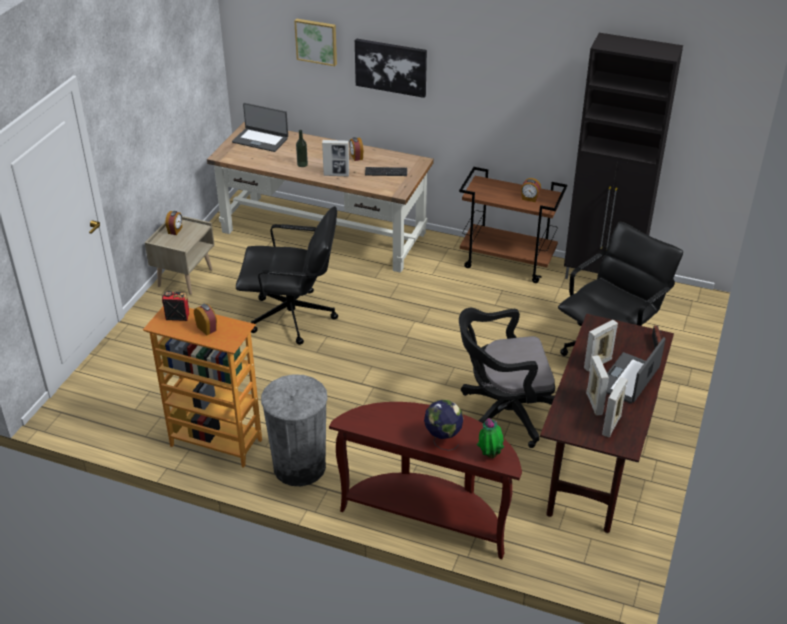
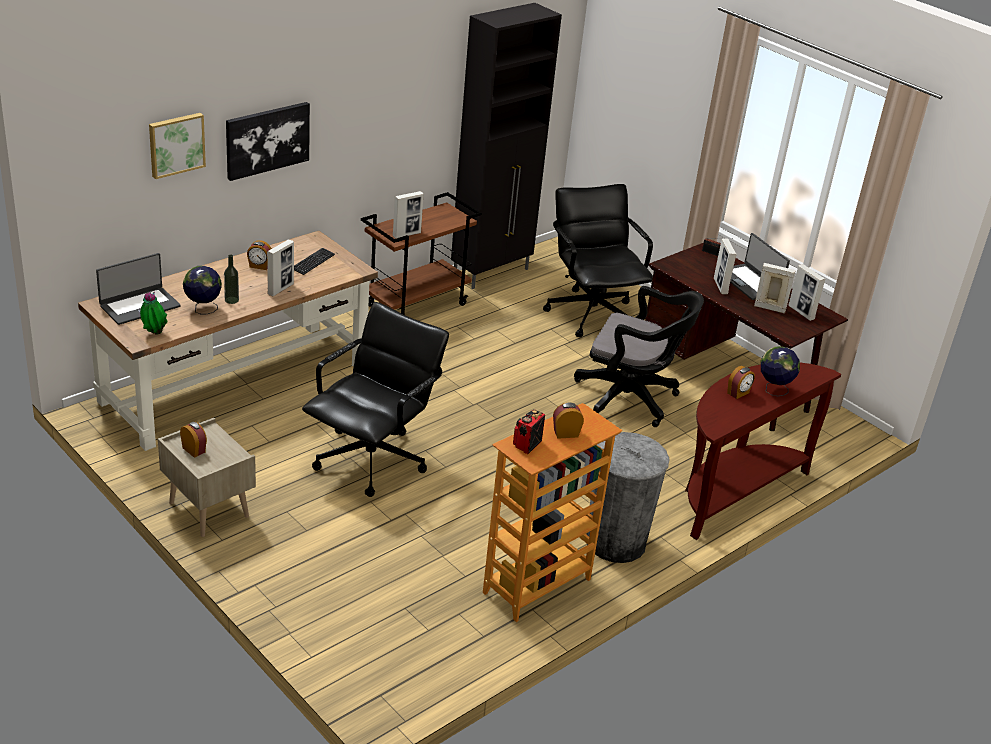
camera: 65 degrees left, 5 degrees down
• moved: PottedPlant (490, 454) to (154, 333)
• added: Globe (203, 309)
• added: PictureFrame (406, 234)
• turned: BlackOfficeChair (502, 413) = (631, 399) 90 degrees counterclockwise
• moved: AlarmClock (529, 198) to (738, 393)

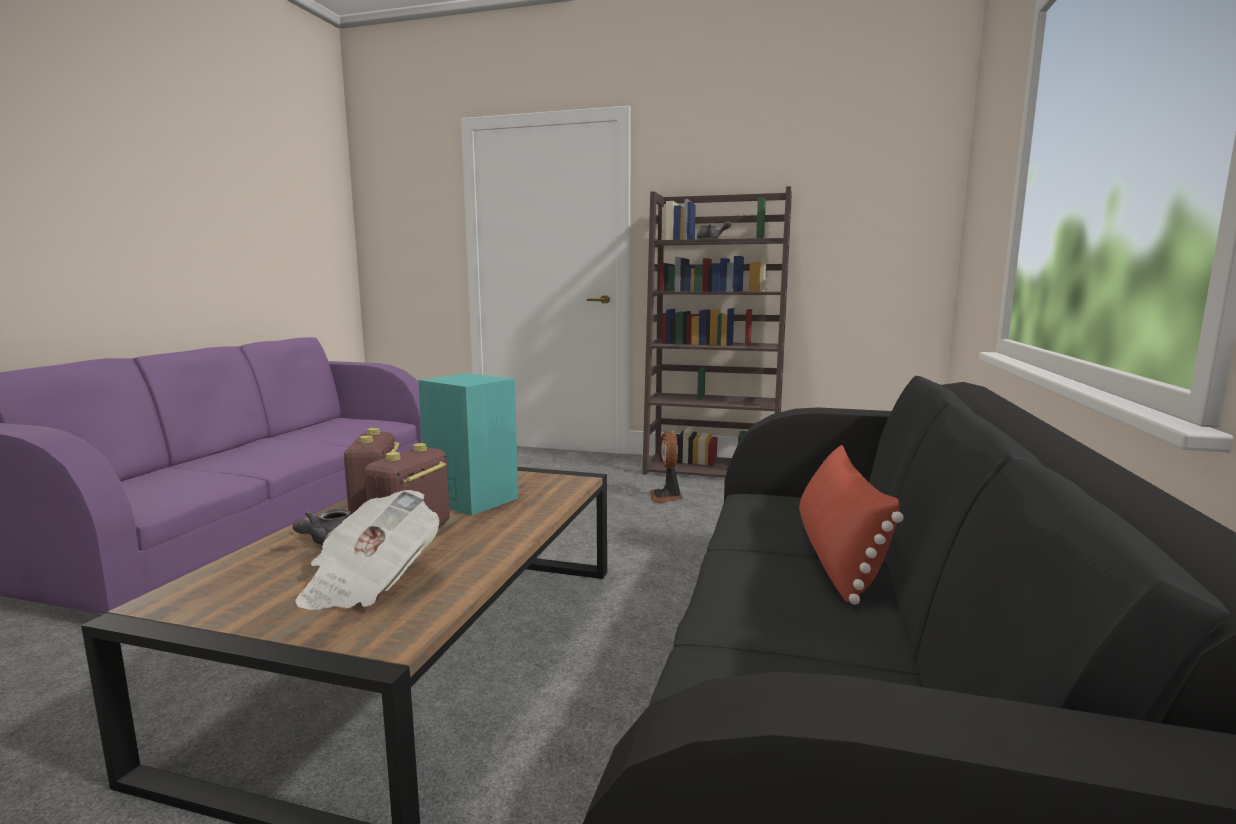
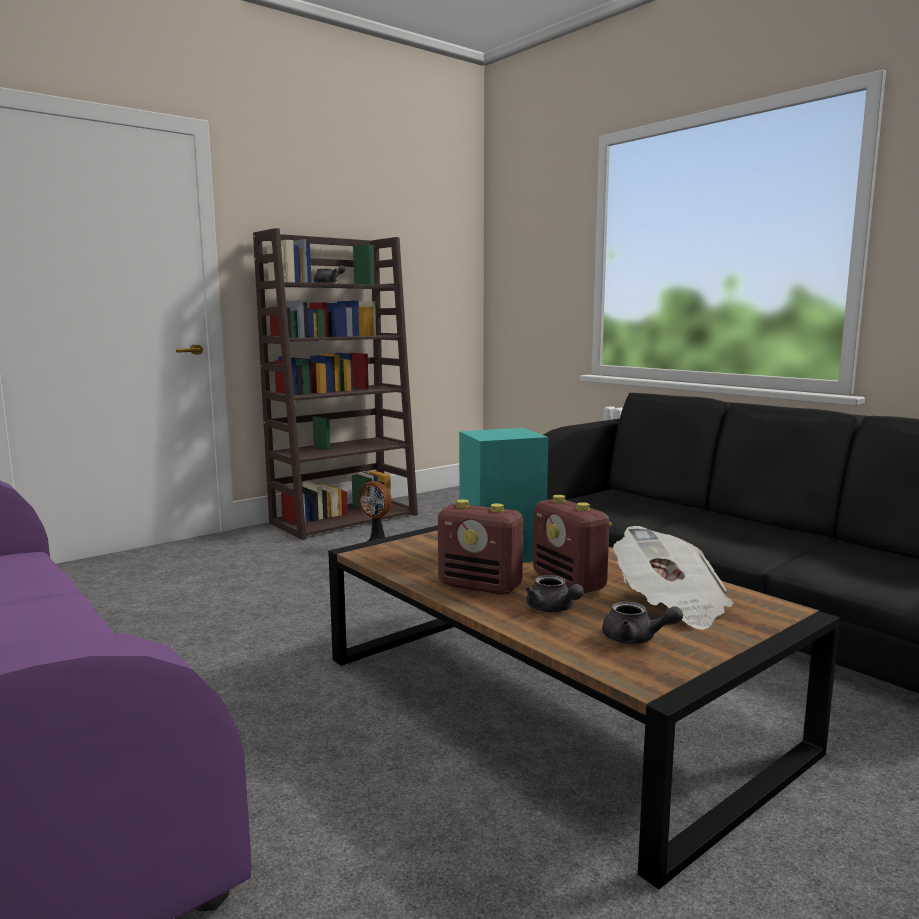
camera: 55 degrees left, 0 degrees up
• added: GreyTeapot (636, 639)
• removed: RedPillow (837, 555)

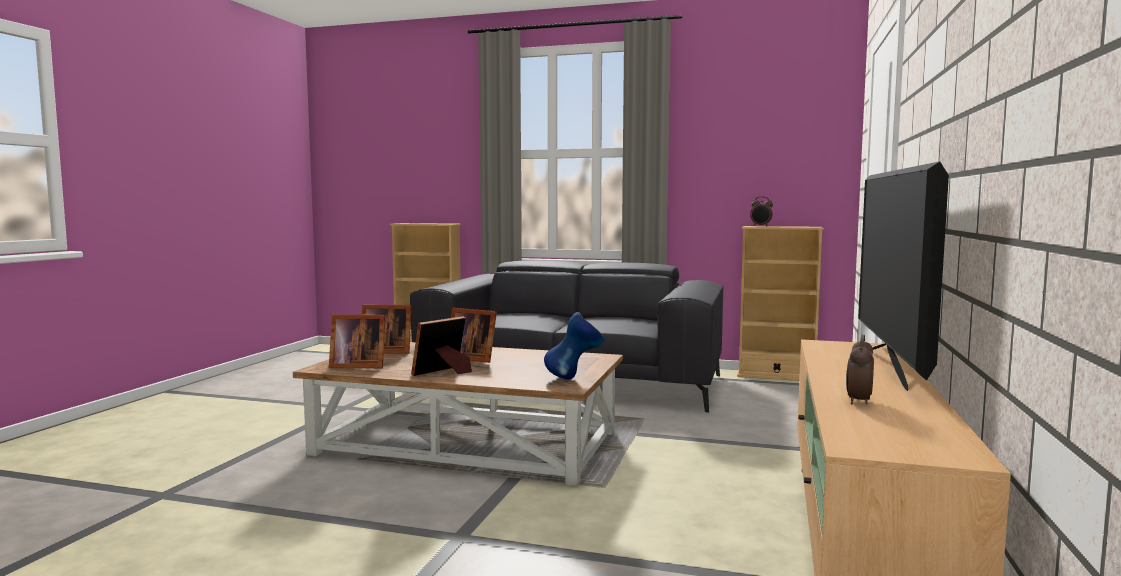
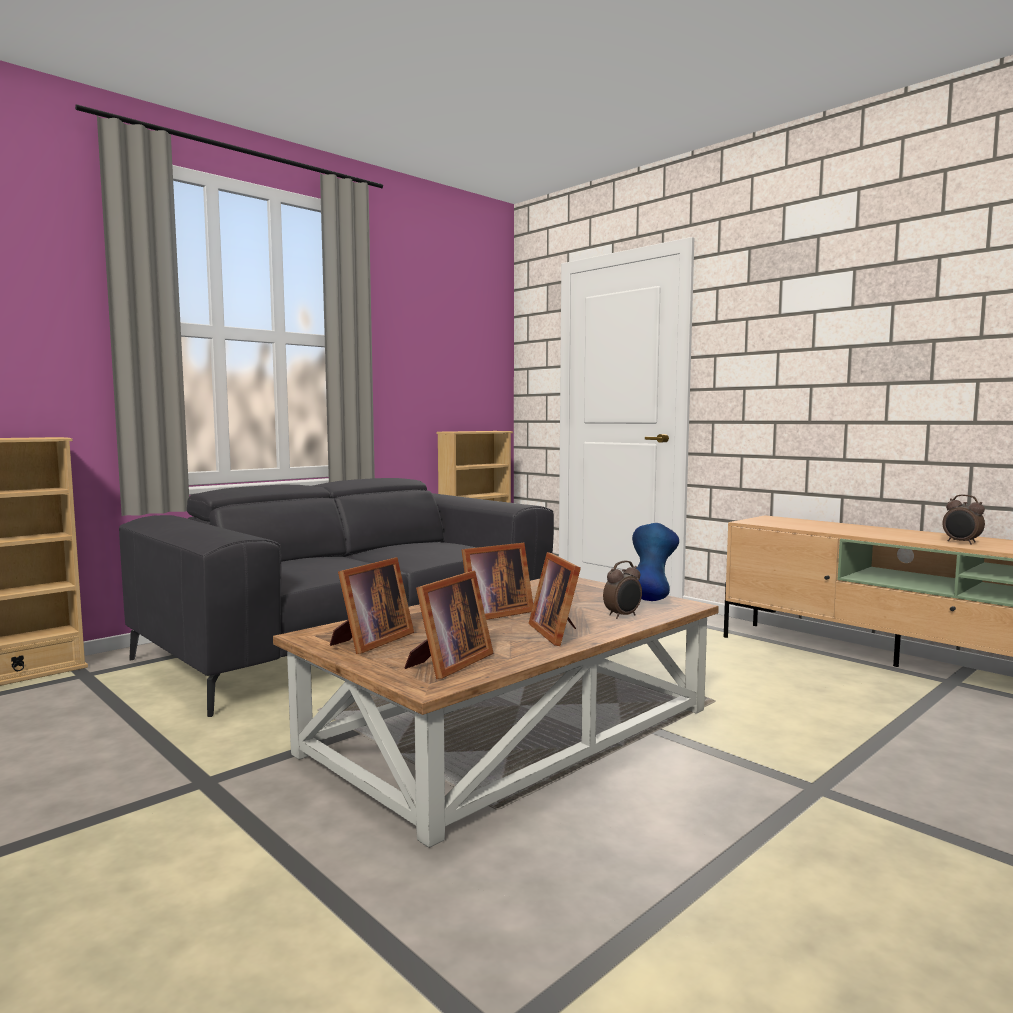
camera: 60 degrees left, 0 degrees up
• moved: AlarmClock (760, 226) to (623, 616)
• removed: Television (889, 368)

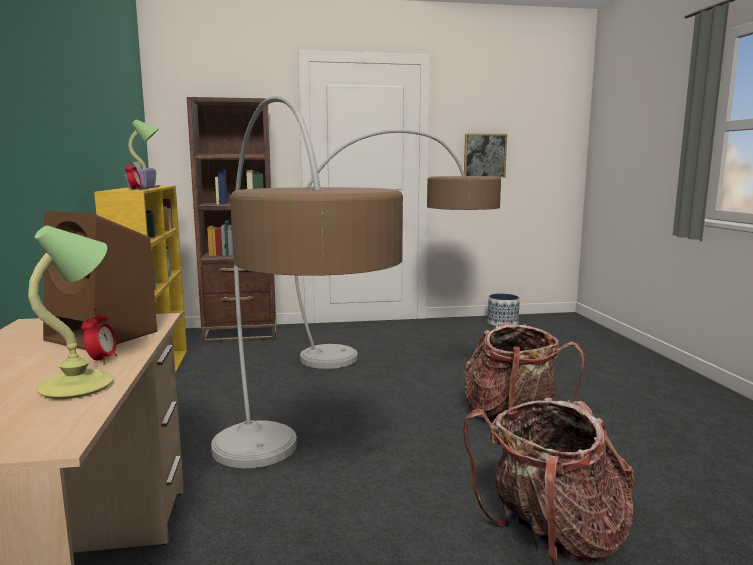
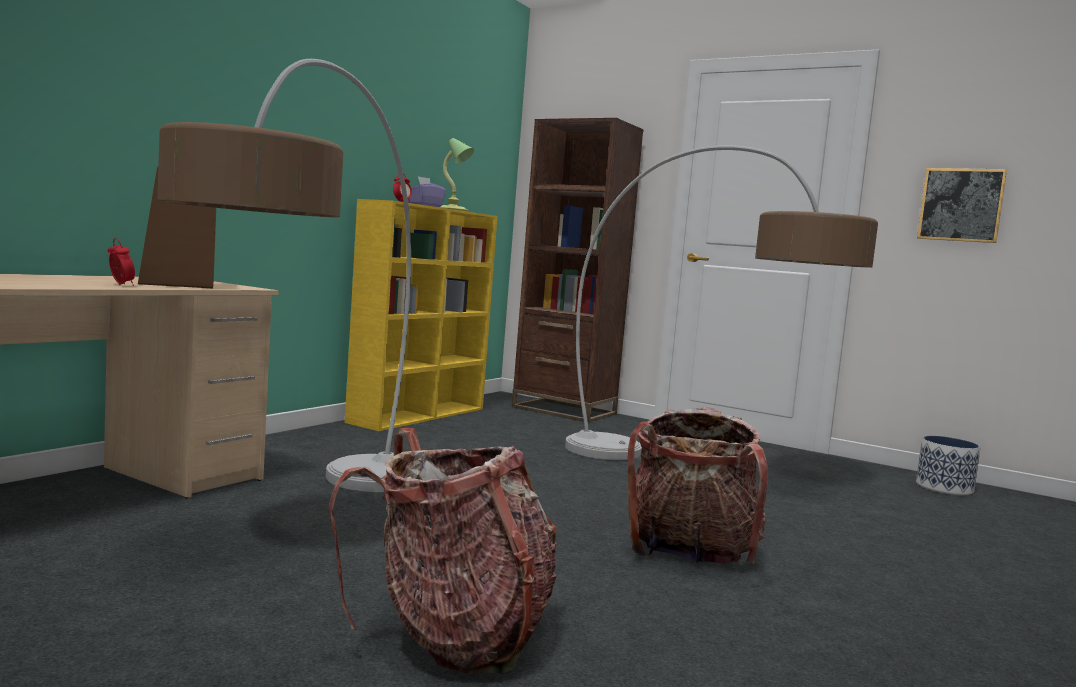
camera: 40 degrees right, 5 degrees down
• turned: AlarmClock (102, 360) = (121, 285) 90 degrees counterclockwise
• removed: TableLamp (80, 386)

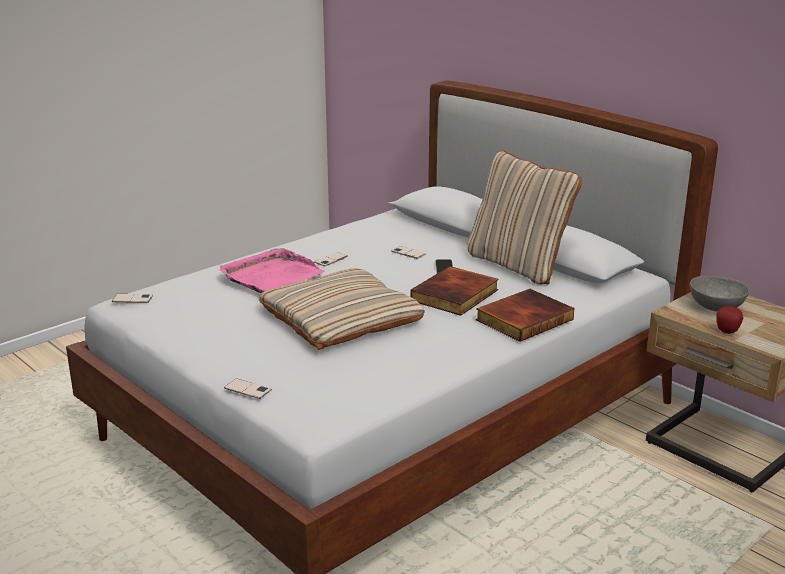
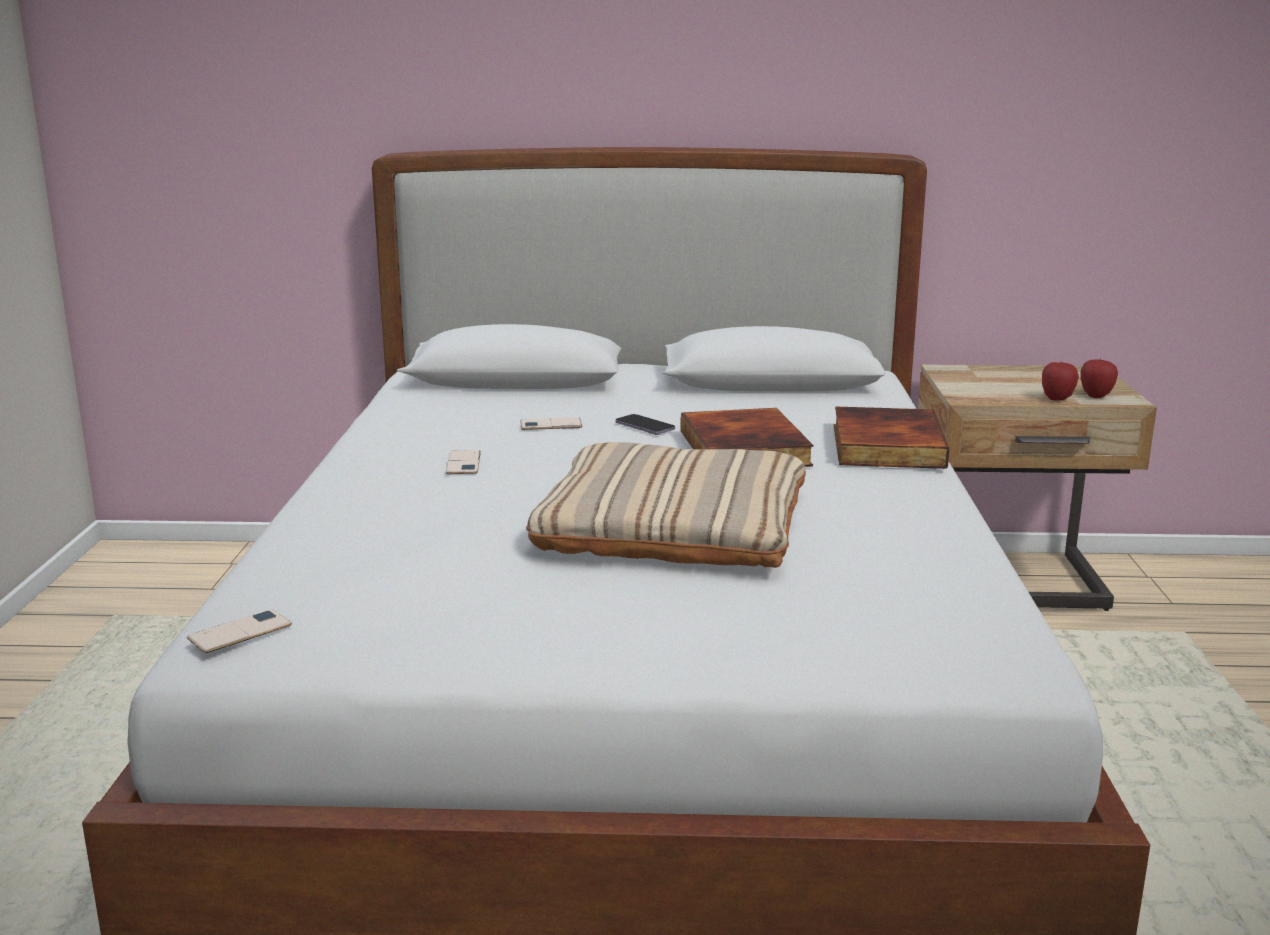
camera: 45 degrees left, 5 degrees down
• added: Apple (1096, 396)
• removed: PinkTray (271, 276)
• removed: Phone (247, 389)
• removed: BeigePillow (518, 265)
• removed: GreyBowl (715, 307)

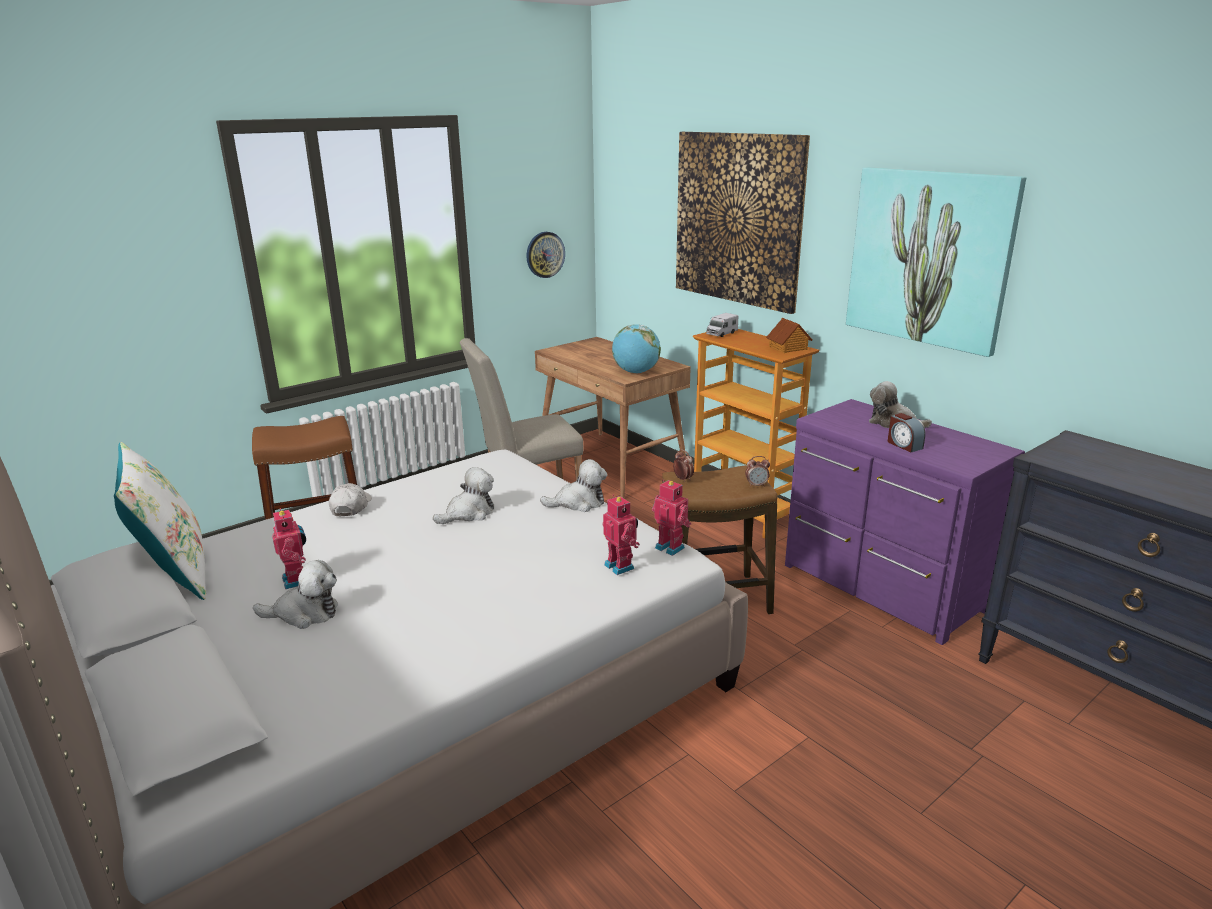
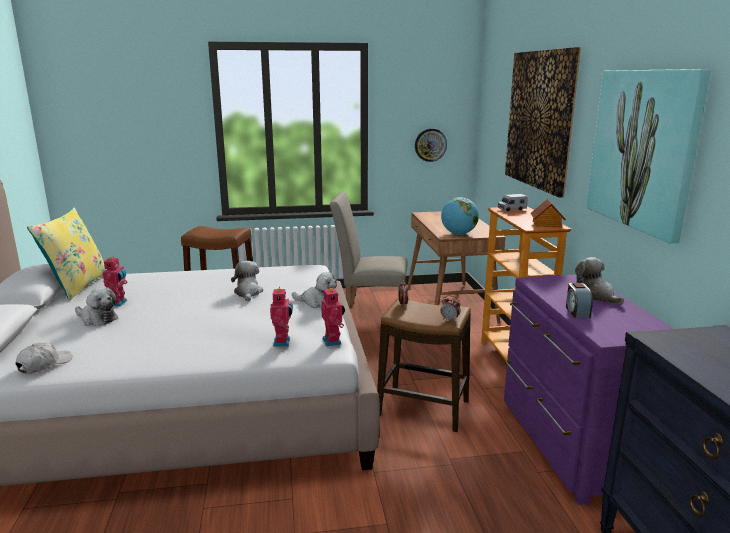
camera: 30 degrees right, 5 degrees down
• moved: WhiteCap (351, 507) to (44, 364)
• recoloured: WhitePillow (175, 573) to YellowPillow (77, 286)
• turned: PlushToy (469, 513) = (248, 293) 90 degrees counterclockwise

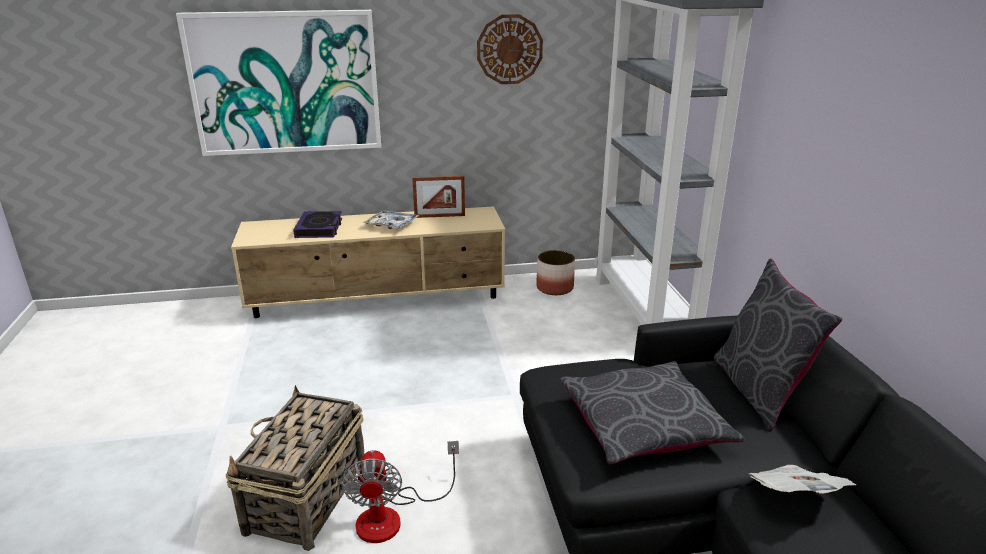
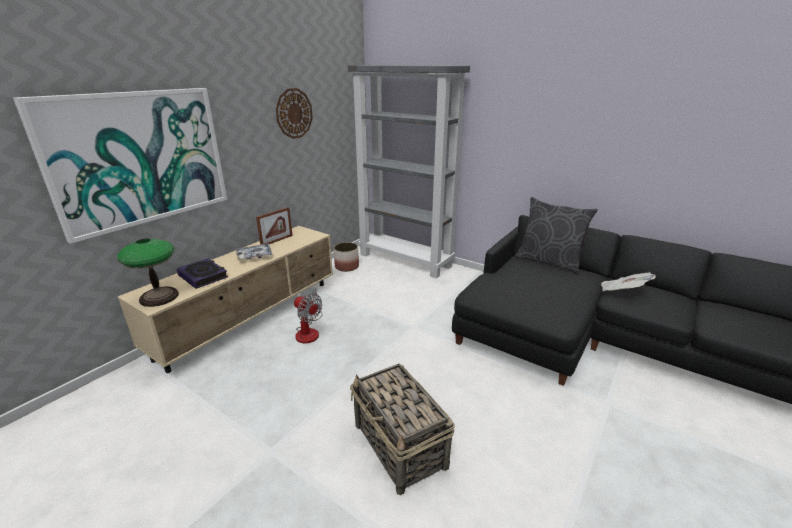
camera: 45 degrees left, 0 degrees up
• added: TableLamp (159, 297)
• moved: Fan (392, 516) to (309, 331)
• removed: GreyPillow (643, 424)

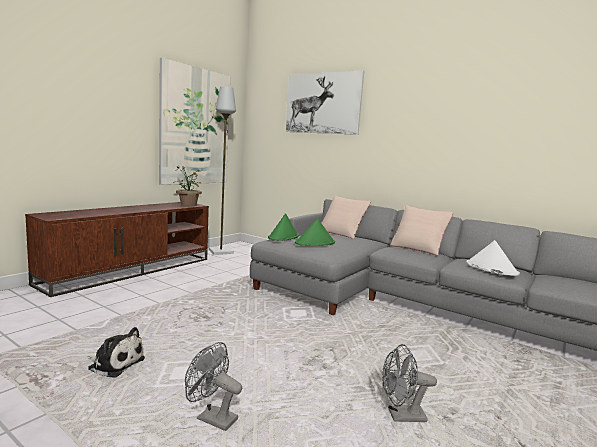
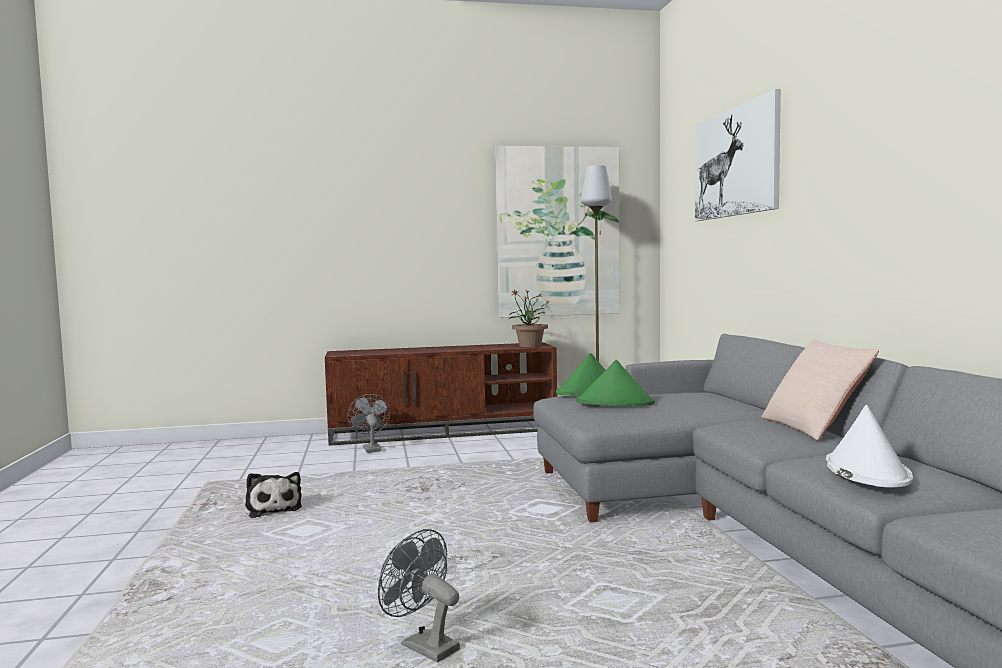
camera: 45 degrees right, 5 degrees down
• moved: GreyFan (211, 418) to (370, 448)
• removed: BeigePillow (342, 233)

